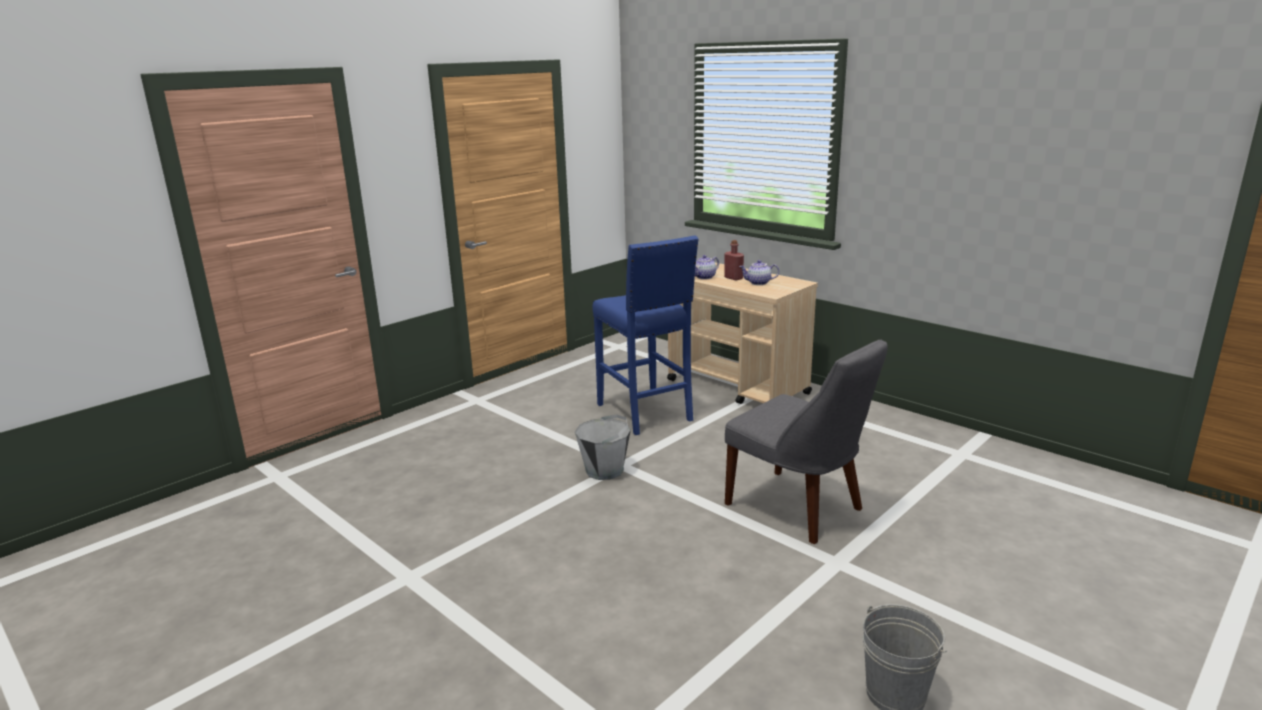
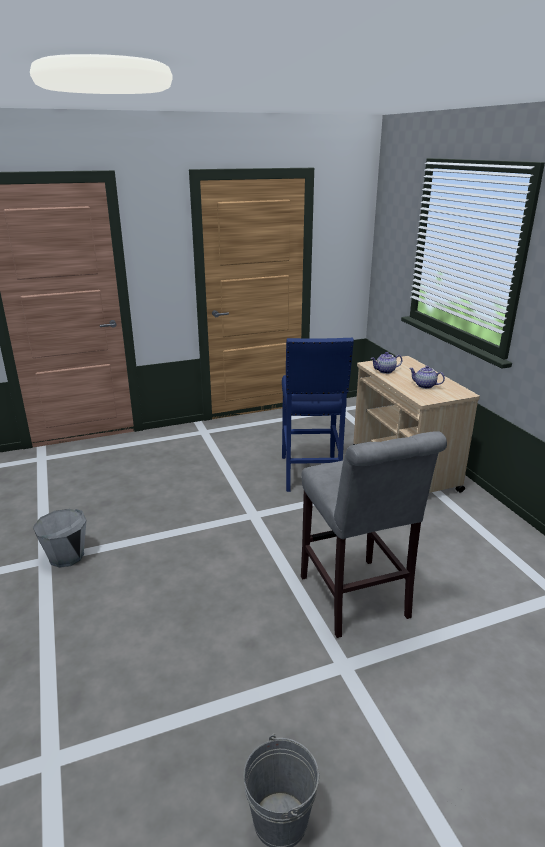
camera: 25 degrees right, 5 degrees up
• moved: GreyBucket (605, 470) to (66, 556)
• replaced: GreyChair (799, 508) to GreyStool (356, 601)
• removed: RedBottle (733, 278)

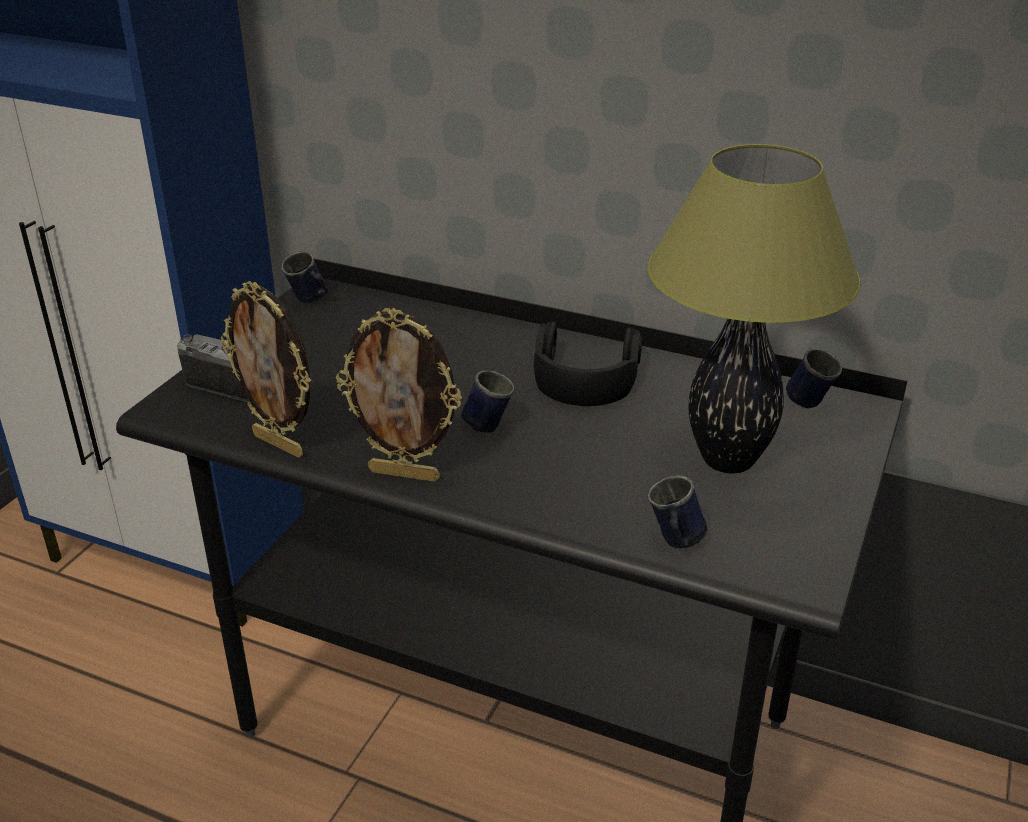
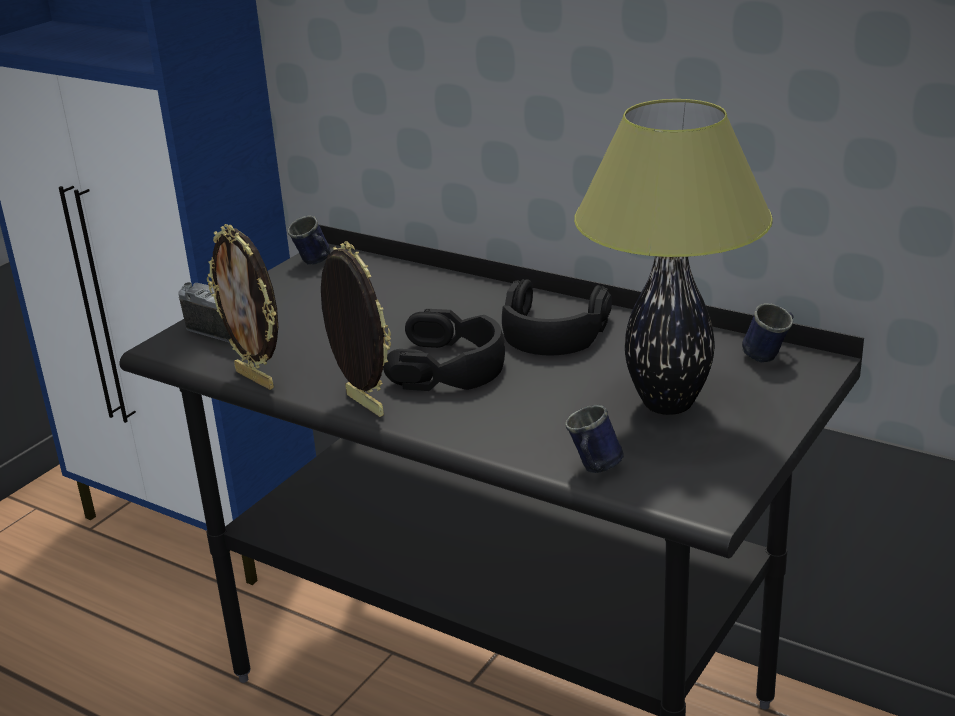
camera: 10 degrees right, 5 degrees down
• turned: PictureFrame (405, 474) = (362, 405) 150 degrees counterclockwise
• replaced: BlueMug (488, 422) to BlackHeadphones (450, 366)

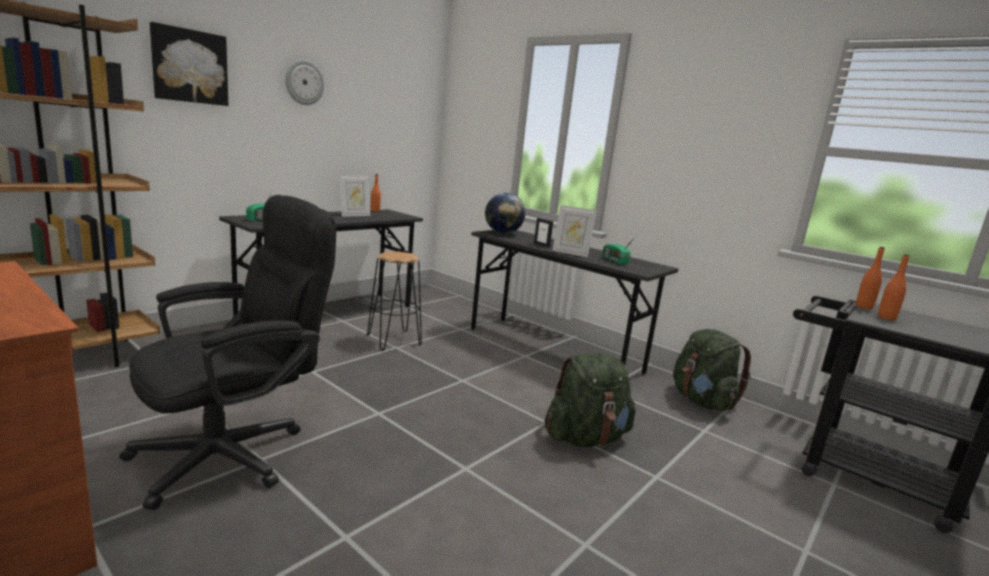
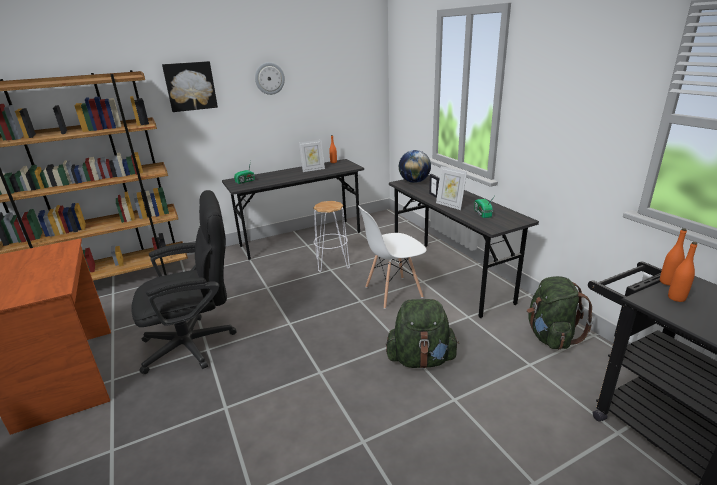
camera: 25 degrees right, 10 degrees up
• recoloured: BlackStool (393, 340) to WhiteStool (332, 263)
• added: WhiteChair (393, 292)

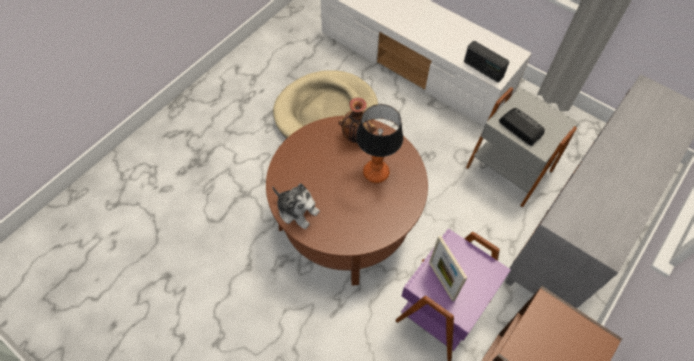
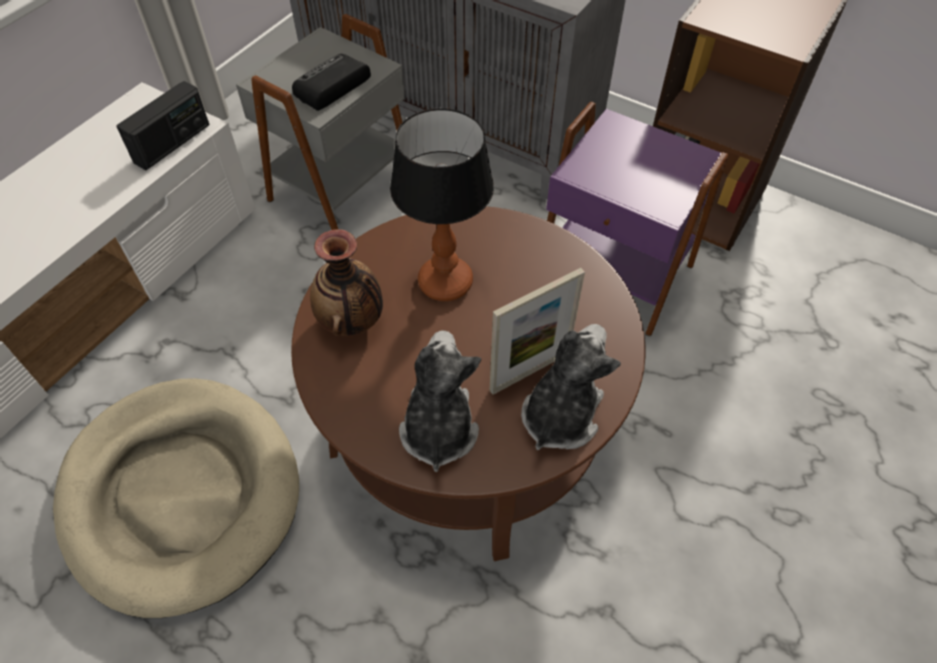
camera: 95 degrees left, 5 degrees down
• added: PlushToy (438, 428)
• moved: PictureFrame (441, 281) to (530, 371)

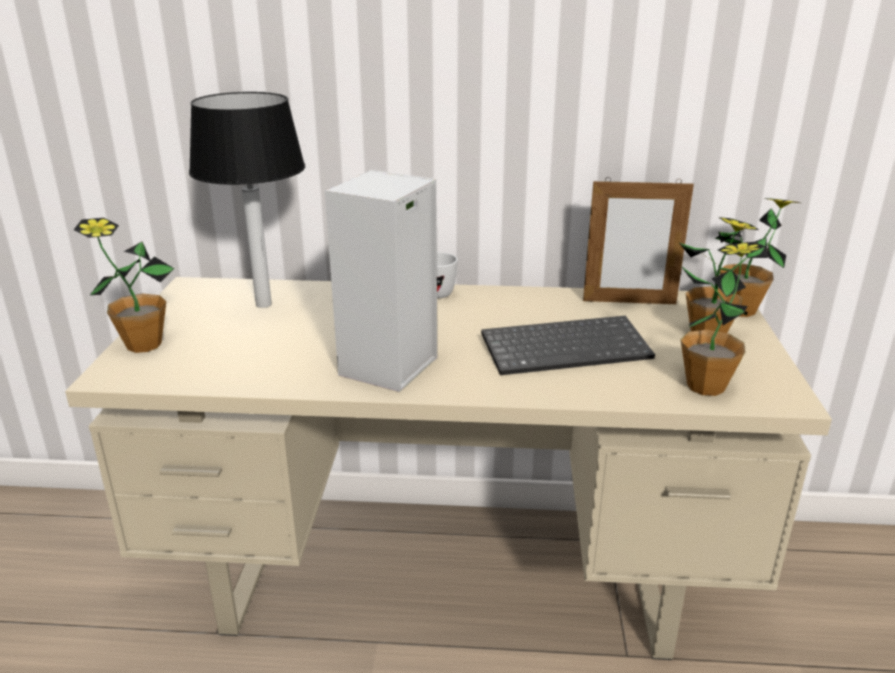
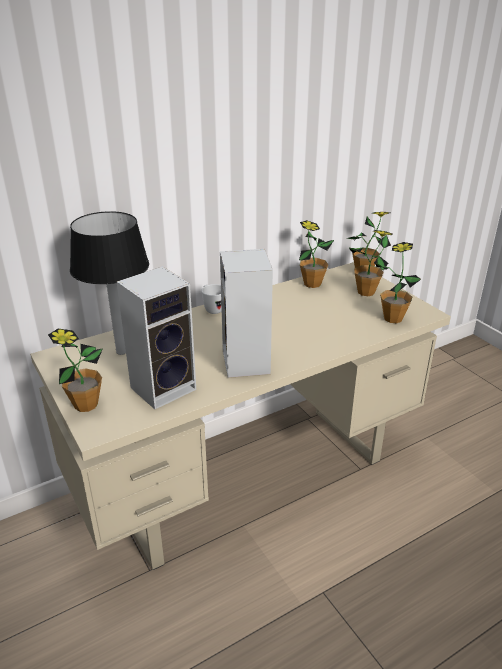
camera: 35 degrees left, 5 degrees up
• added: Speaker (164, 387)
• replaced: PictureFrame (629, 302) to PottedPlant (312, 284)
• removed: Keyboard (566, 347)

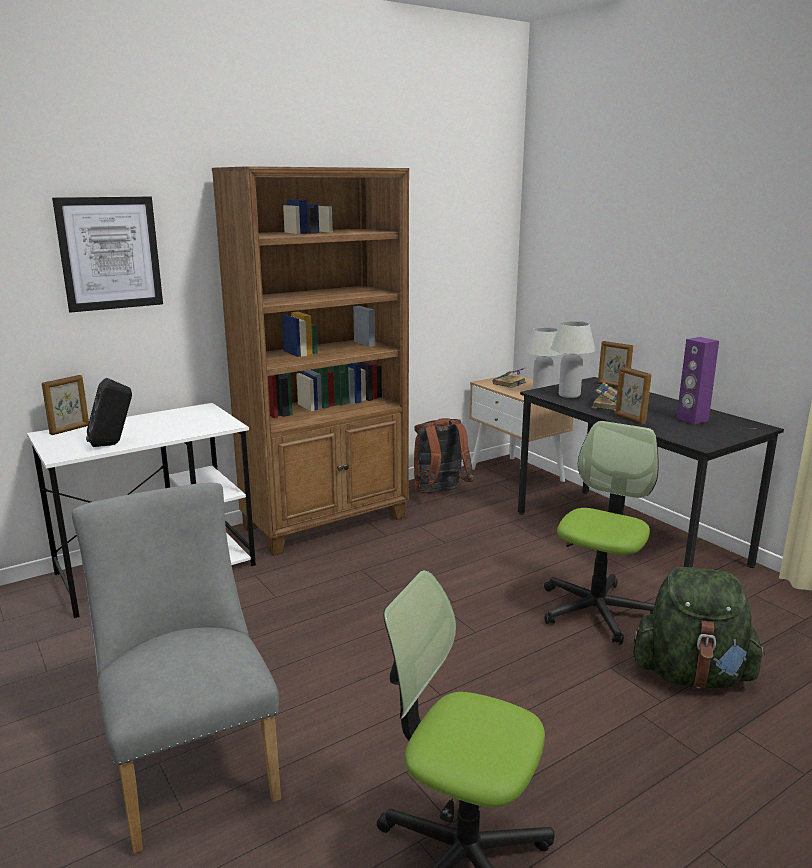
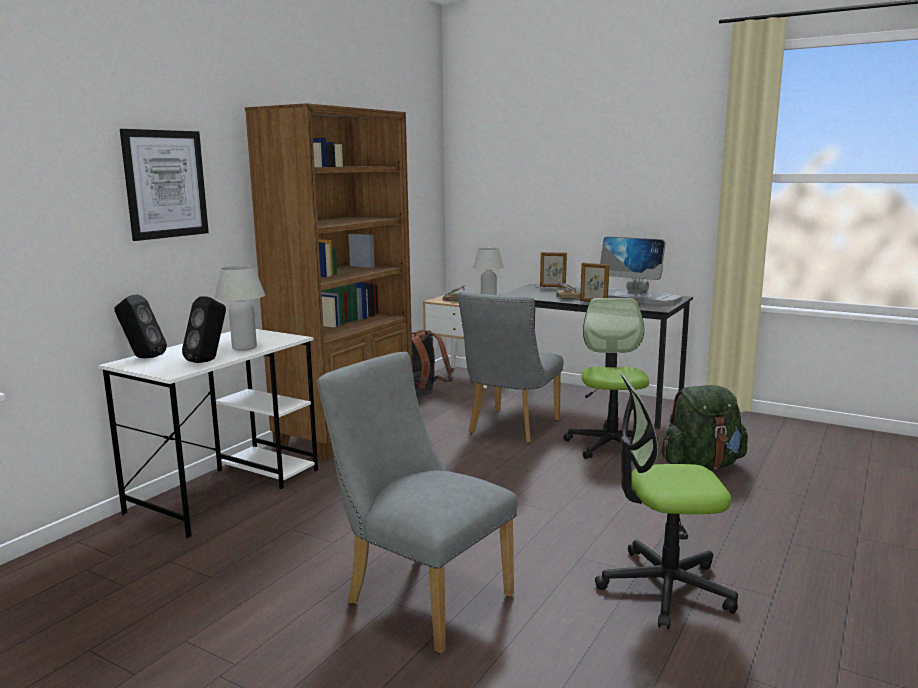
camera: 25 degrees left, 5 degrees down
• replaced: PictureFrame (70, 430) to BlackSpeaker (142, 357)
• moved: WhiteTableLamp (569, 395) to (244, 348)
• added: GreyChair (510, 428)
• replaced: PurpleSpeaker (692, 419) to Monitor (633, 298)

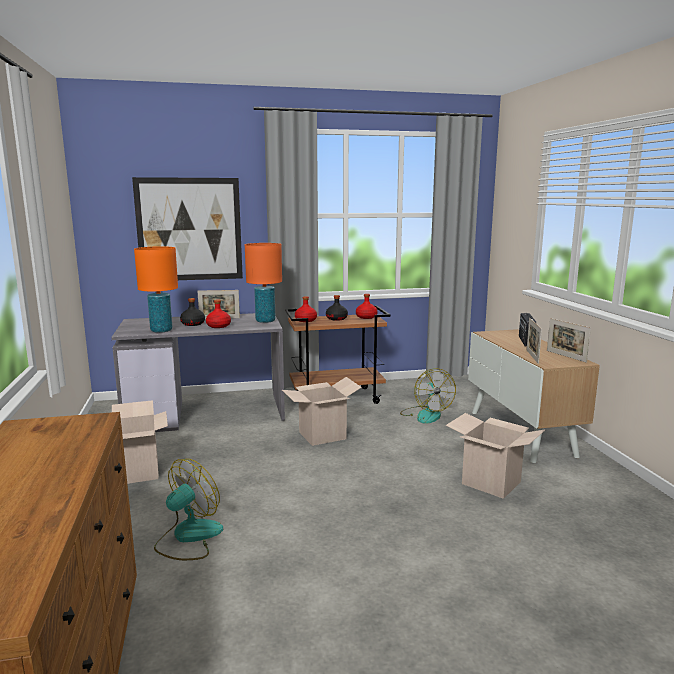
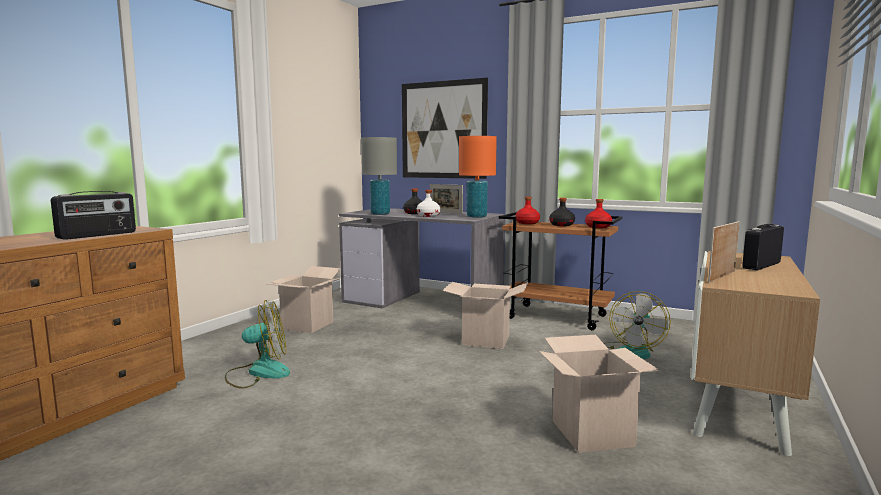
camera: 40 degrees right, 5 degrees down
• added: Radio (97, 235)
• recoloured: OrangeTableLamp (161, 330) to GreyTableLamp (380, 214)
• recoloured: RedBottle (218, 326) to WhiteBottle (428, 215)
• removed: PictureFrame (566, 356)

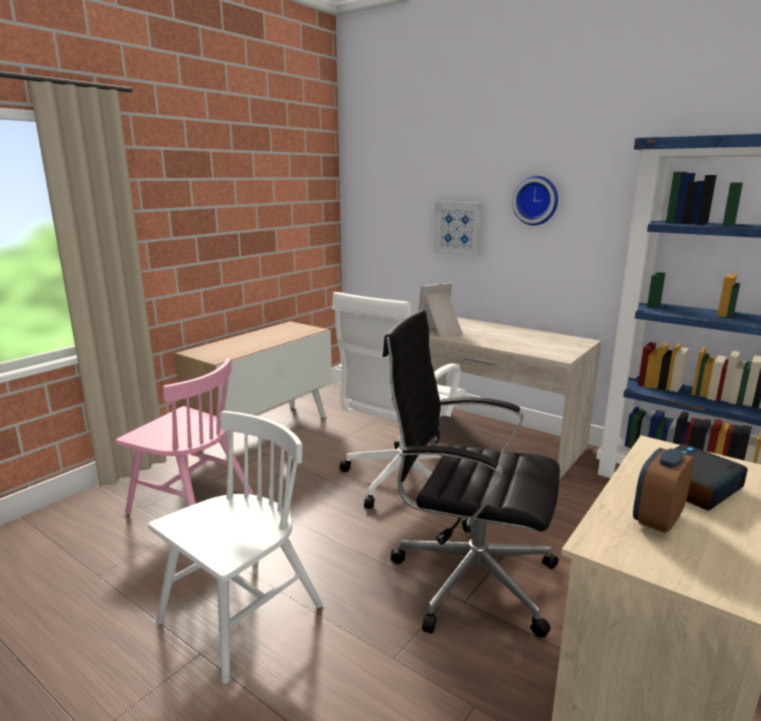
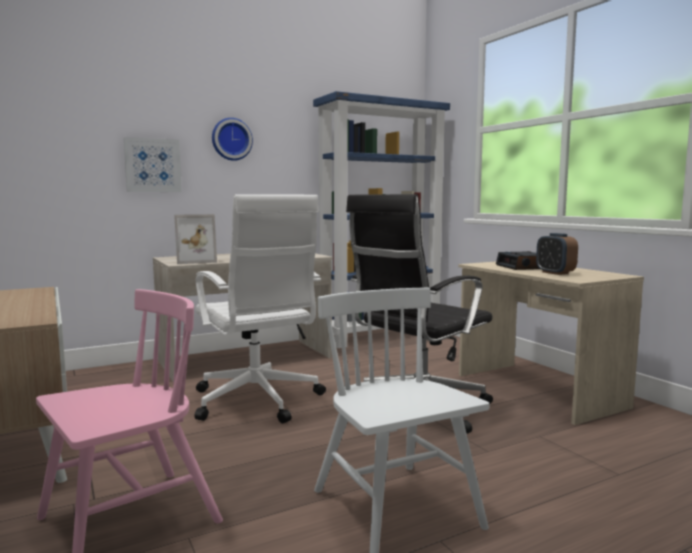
camera: 65 degrees left, 10 degrees down
• turned: PictureFrame (441, 331) = (195, 261) 105 degrees counterclockwise

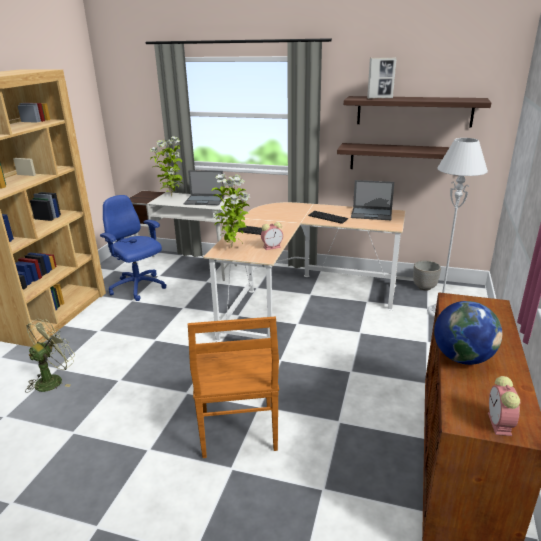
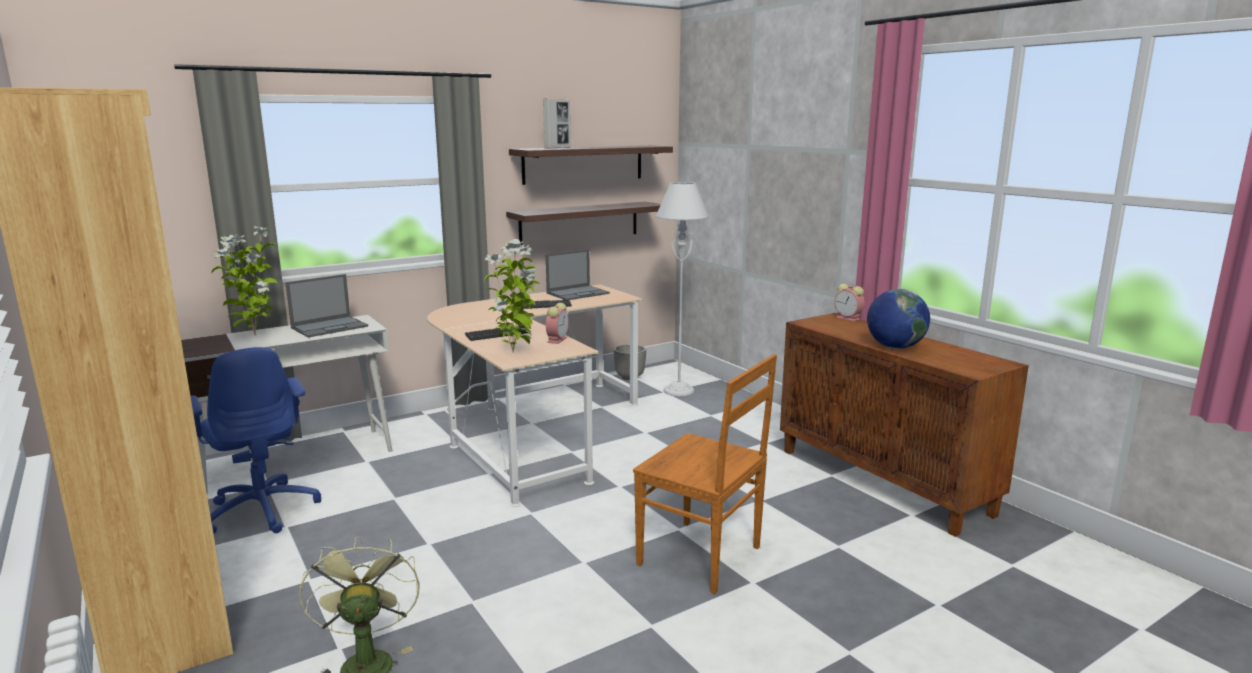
camera: 50 degrees left, 10 degrees down
• turned: BlueOfficeChair (138, 288) = (262, 510) 120 degrees counterclockwise
• moved: AlarmClock (500, 425) to (849, 318)

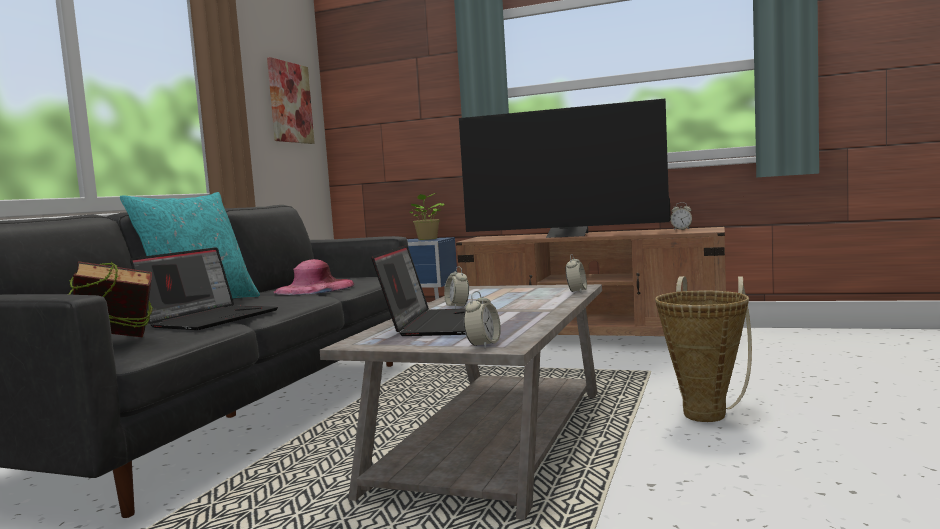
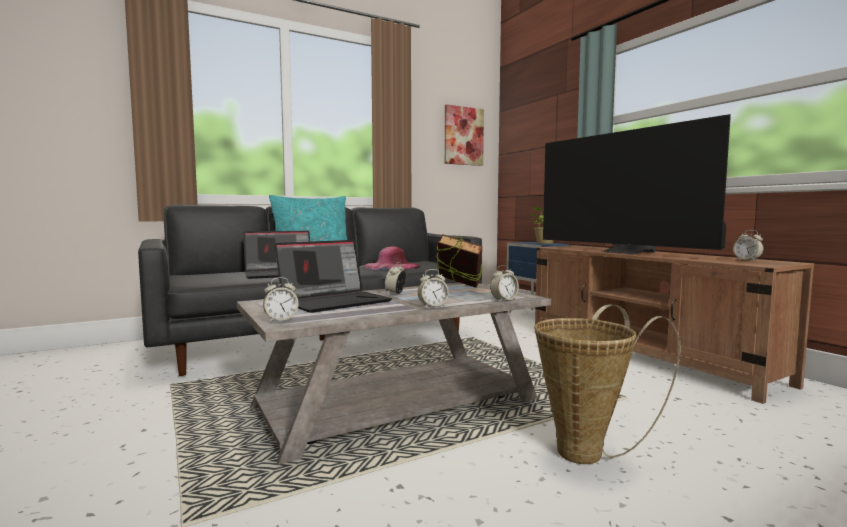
camera: 40 degrees right, 0 degrees up
• added: AlarmClock (432, 306)
• moved: Book (117, 344) to (459, 289)

